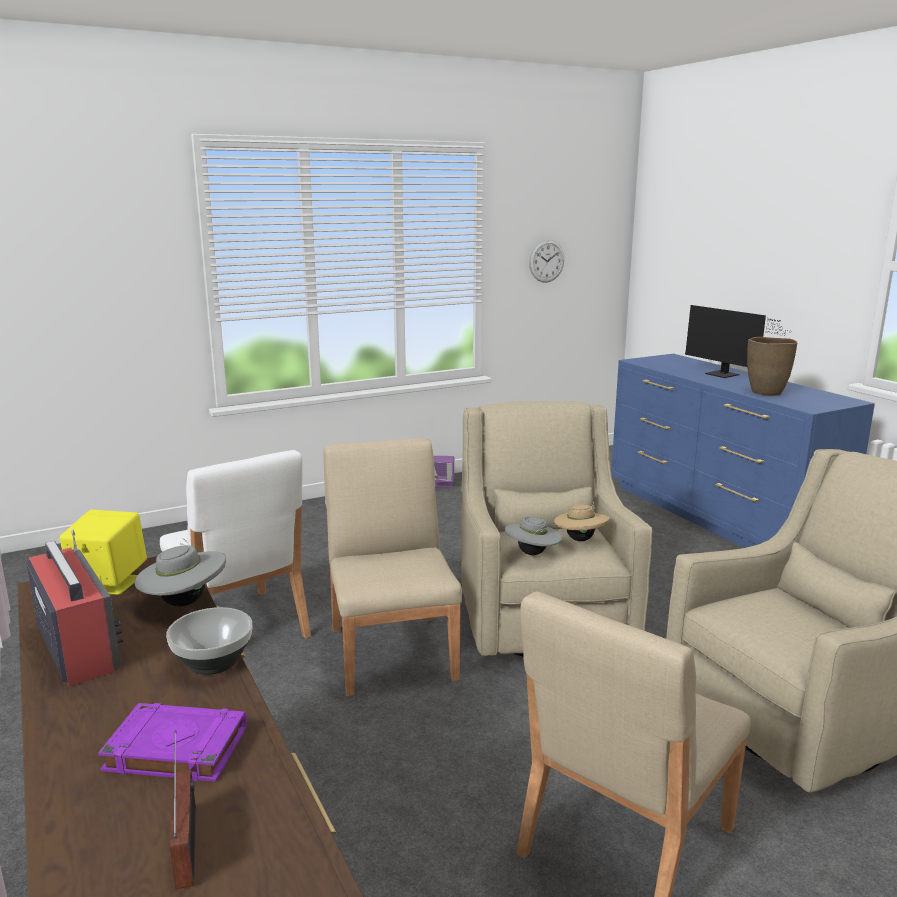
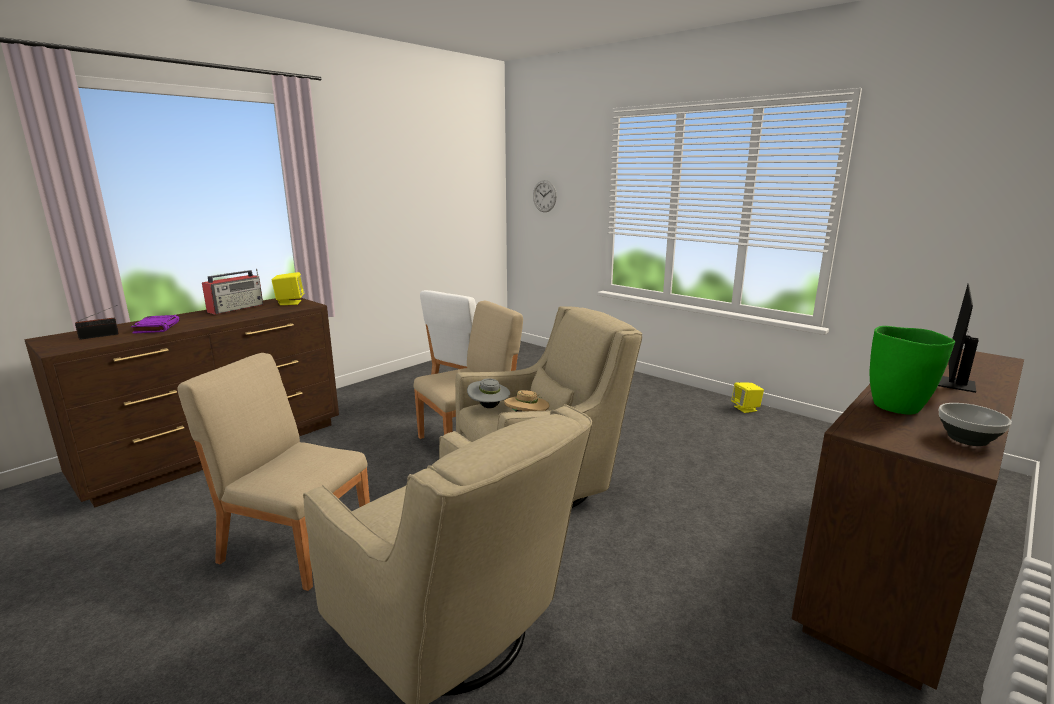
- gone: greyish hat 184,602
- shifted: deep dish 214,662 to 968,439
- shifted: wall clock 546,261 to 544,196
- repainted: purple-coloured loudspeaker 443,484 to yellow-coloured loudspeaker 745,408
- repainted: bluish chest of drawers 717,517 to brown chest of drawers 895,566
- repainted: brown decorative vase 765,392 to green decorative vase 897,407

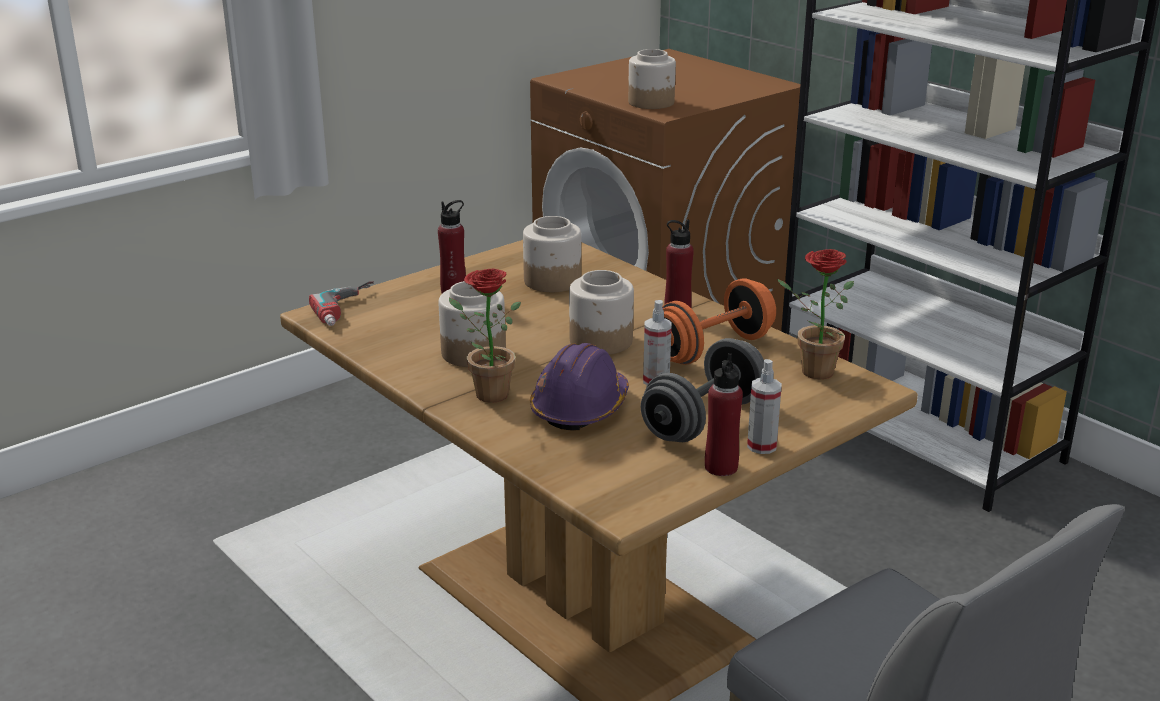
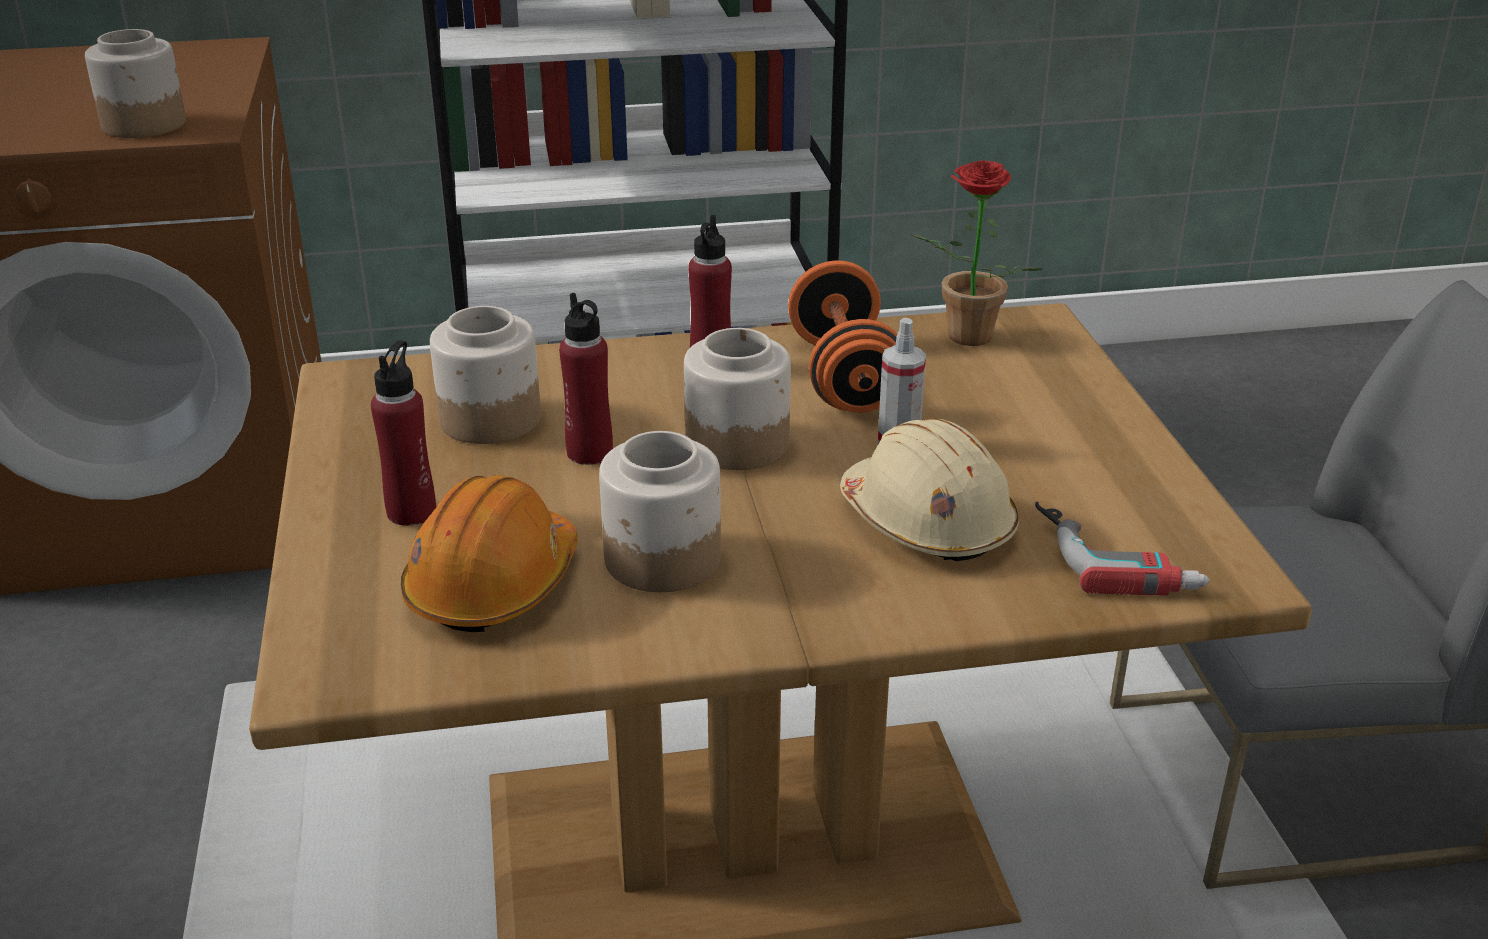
- gone: potted plant 485,393
- gone: greyish free weight 703,419
- gone: hand sprayer 762,446
- new: orangey work helmet 493,584
- shifted: drill 351,309 to 1117,556
- shifted: red drink bottle 721,467 to 590,453
- repainted: purple-coloured work helmet 580,408 to sand-coloured work helmet 927,522

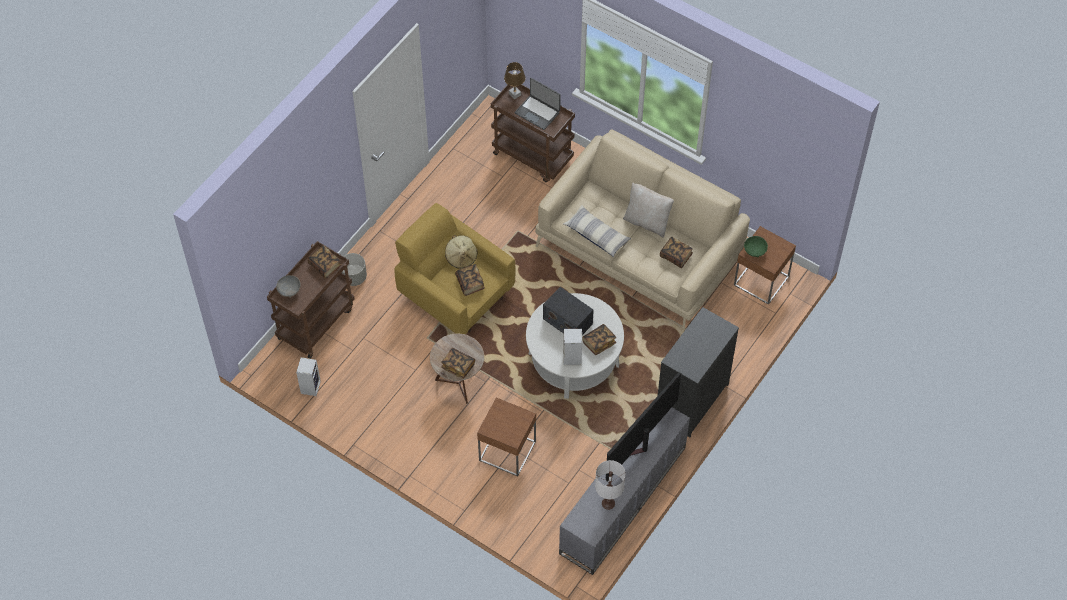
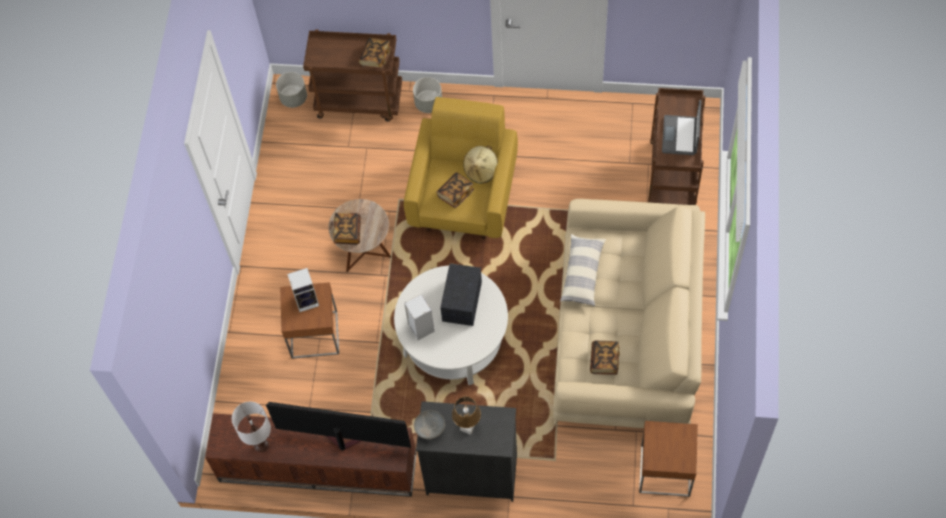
- gone: book 599,343
- gone: sand-coloured cushion 647,222
- gone: green deep dish 754,251
- new: greyish plant pot 293,98
- shifted: greyish deep dish 289,290 to 430,428
- shifted: loudspeaker 310,386 to 307,300
- shifted: brown tabletop lamp 515,94 to 468,427
- repainted: greyish tv unit 623,501 to brown tv unit 316,468

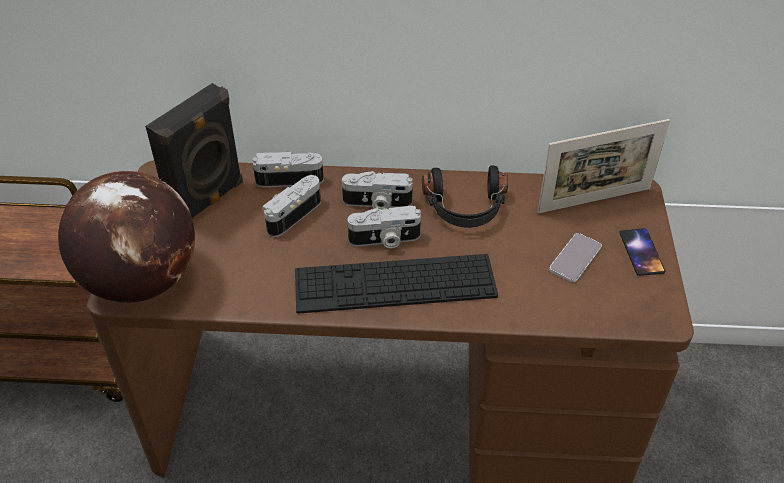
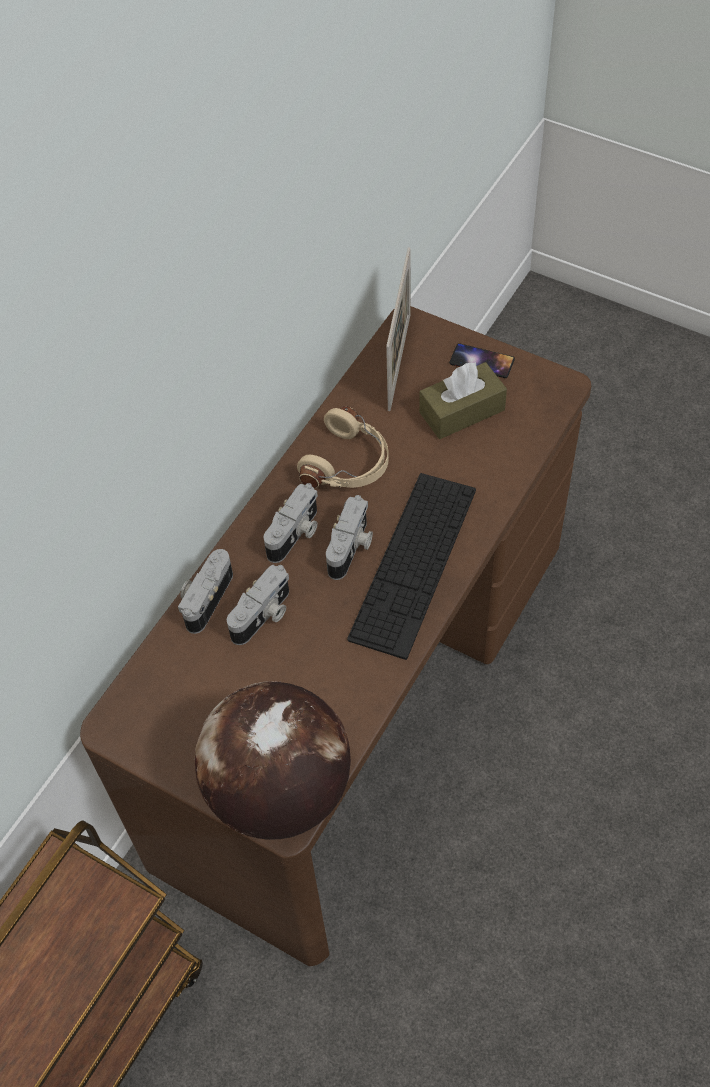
- gone: black-coloured loudspeaker 208,201
- swapped: phone 575,258 to brown box of tissues 462,411
- repainted: black-coloured headphones 465,209 to sand-coloured headphones 348,464
- rotated: still camera 291,214 = 263,616 120 degrees counterclockwise

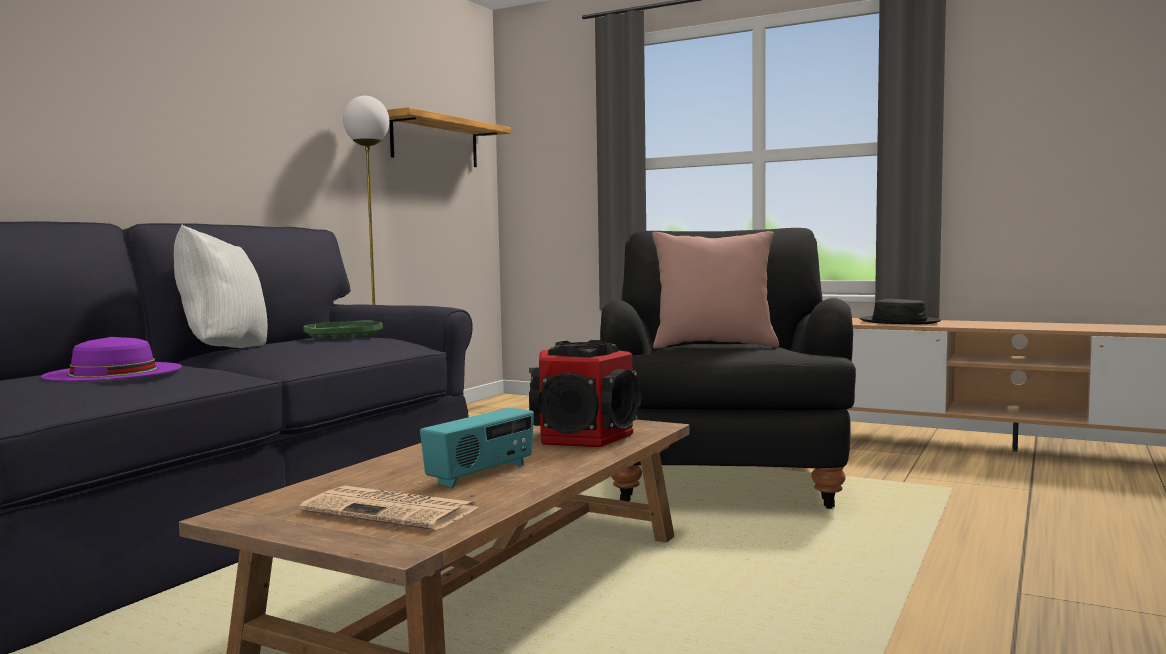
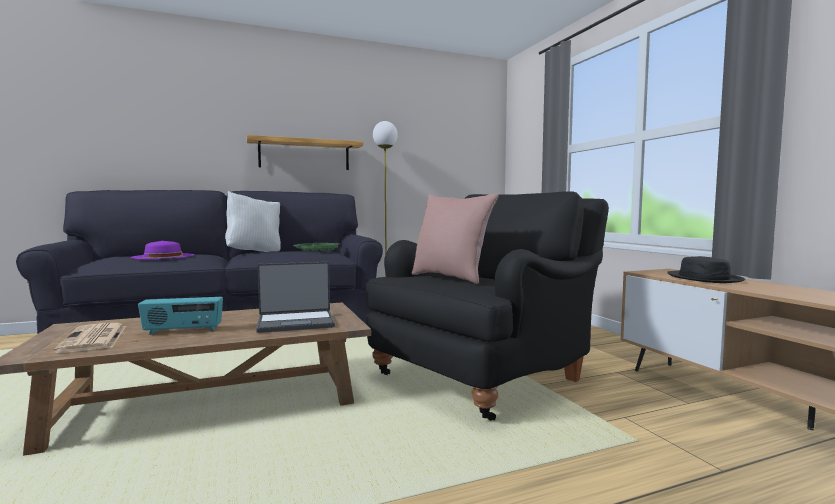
- shifted: bracket shelf 435,141 to 304,155
- swapped: loudspeaker 582,436 to portable computer 296,323

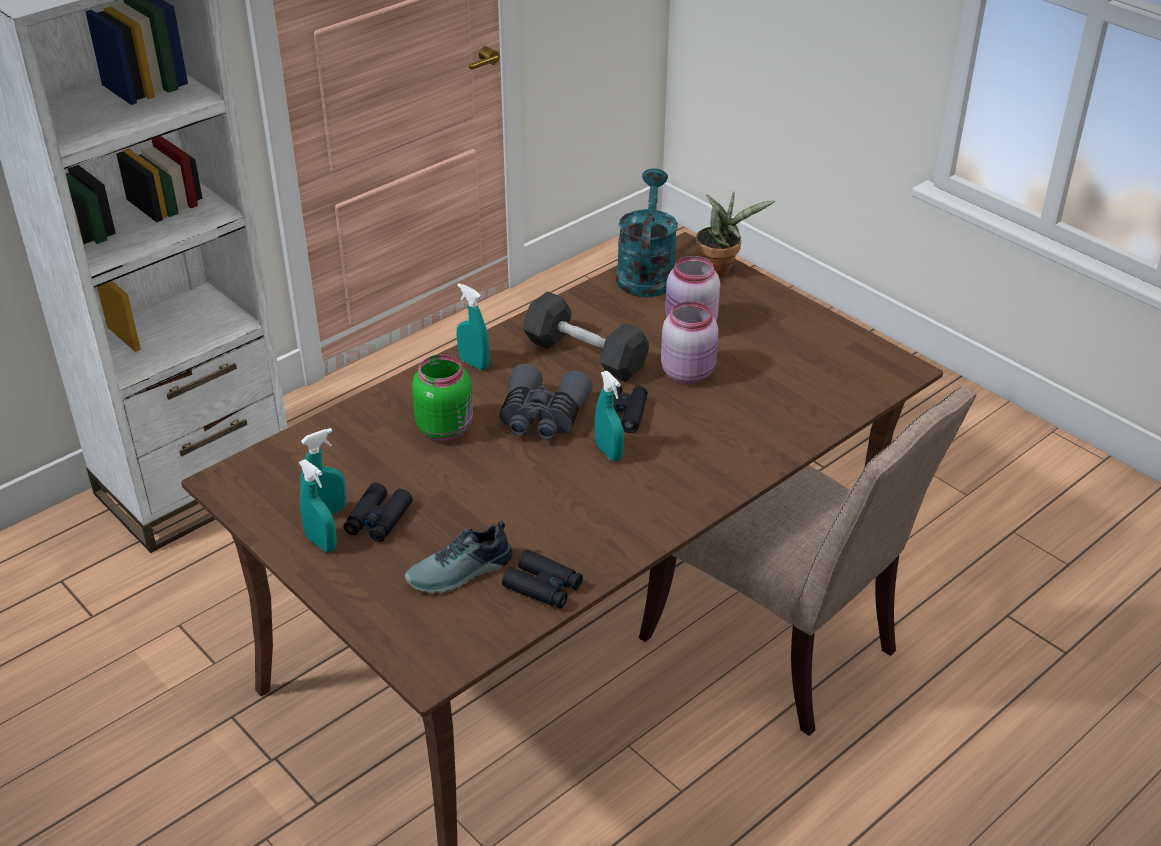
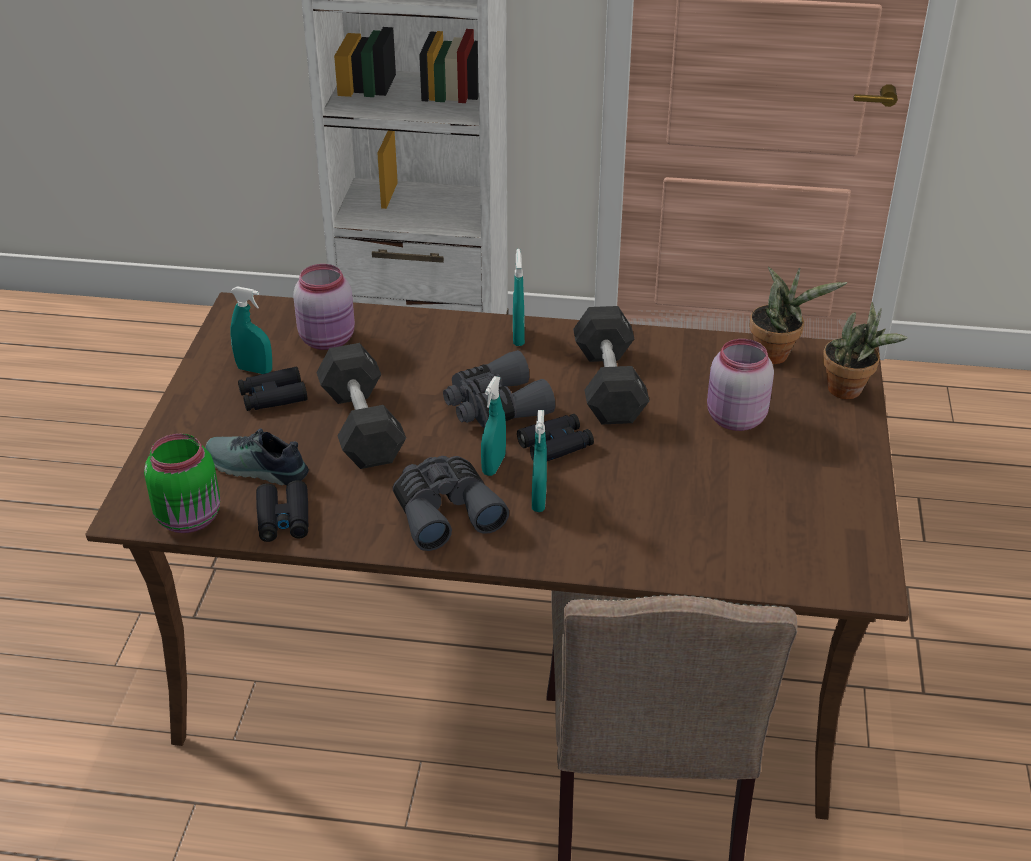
- new: black-coloured free weight 361,425
- new: greyish binoculars 445,511
- shifted: blue-green hand sprayer 321,543 to 539,500
- shifted: green preserve jar 446,428 to 191,518
- shifted: pink-coloured preserve jar 689,372 to 329,340
- swapped: blue-green watering pot 646,272 to potted plant 777,354

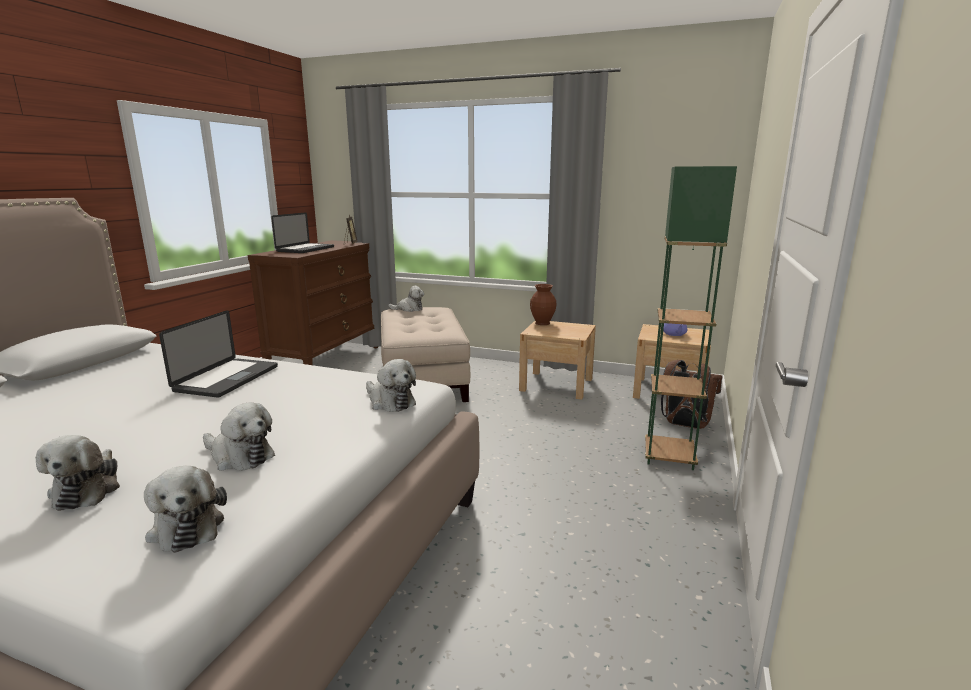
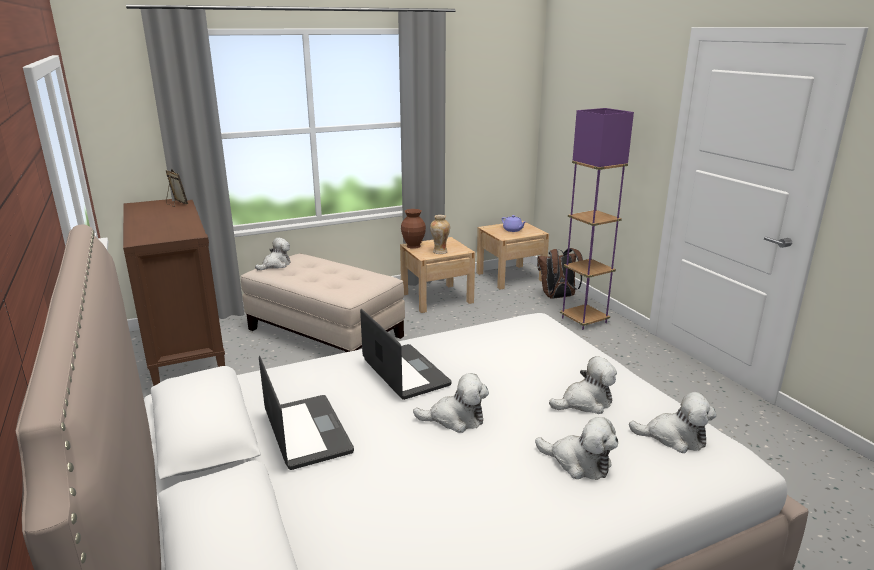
- new: decorative vase 440,252
- shifted: portable computer 305,249 to 307,432
- shifted: plush toy 390,402 to 455,419
- repainted: green floor lamp 669,456 to purple-coloured floor lamp 584,320

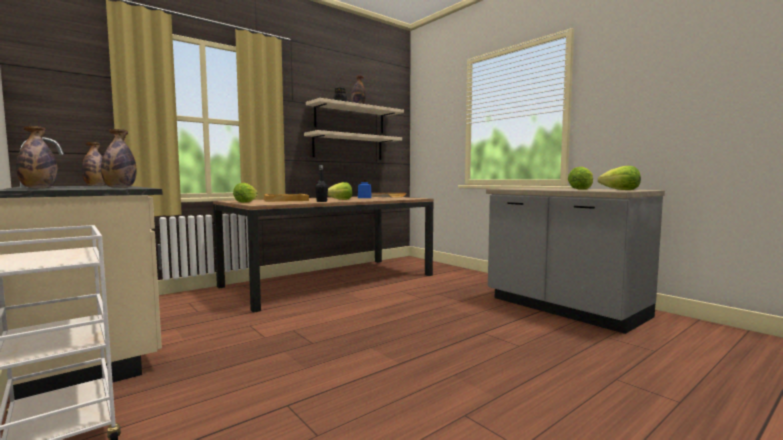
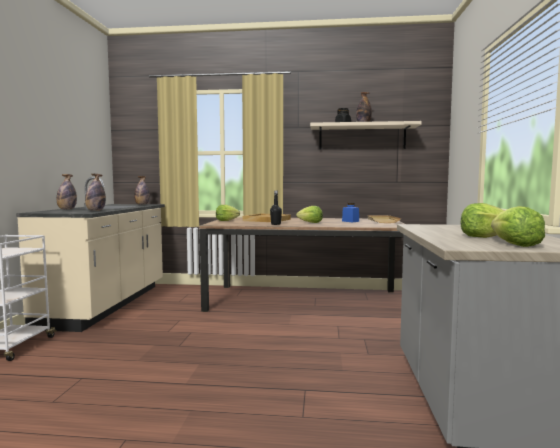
- gone: sand-coloured bracket shelf 348,147

